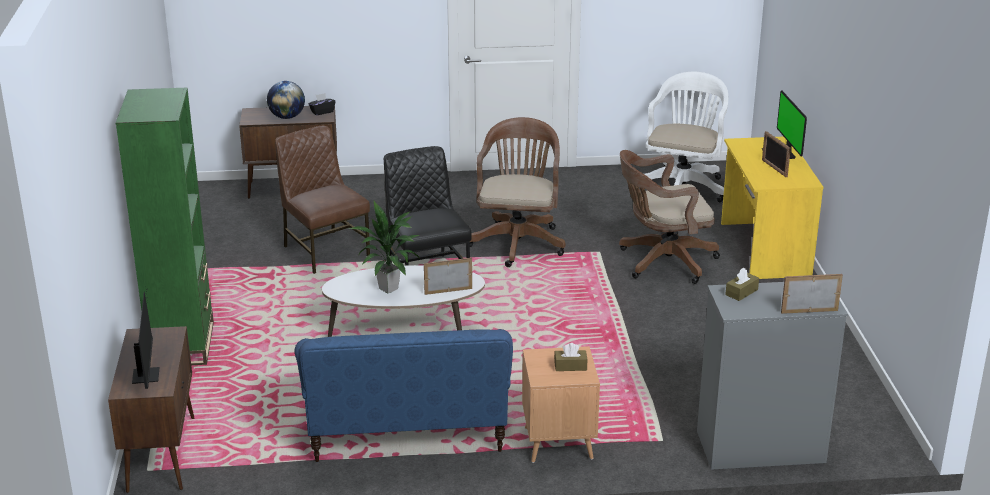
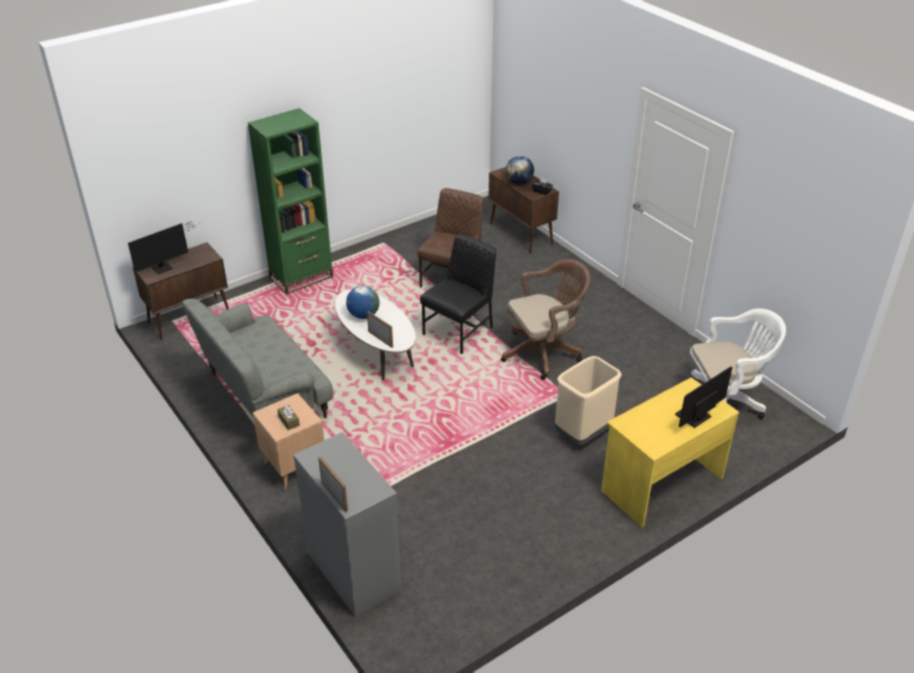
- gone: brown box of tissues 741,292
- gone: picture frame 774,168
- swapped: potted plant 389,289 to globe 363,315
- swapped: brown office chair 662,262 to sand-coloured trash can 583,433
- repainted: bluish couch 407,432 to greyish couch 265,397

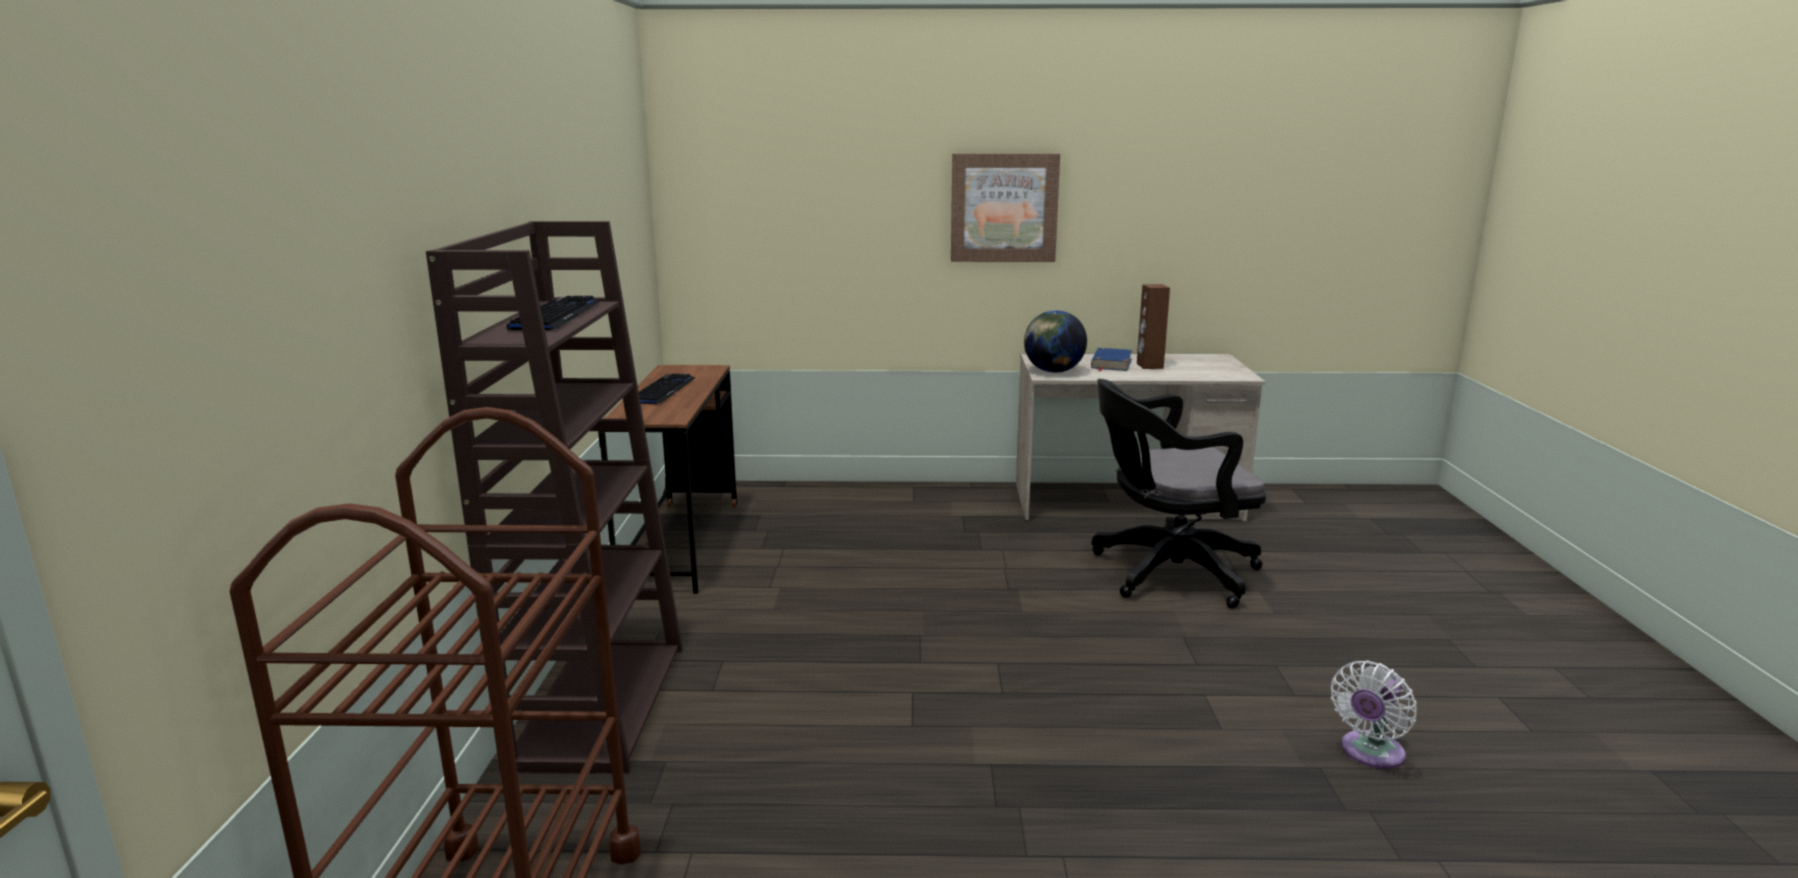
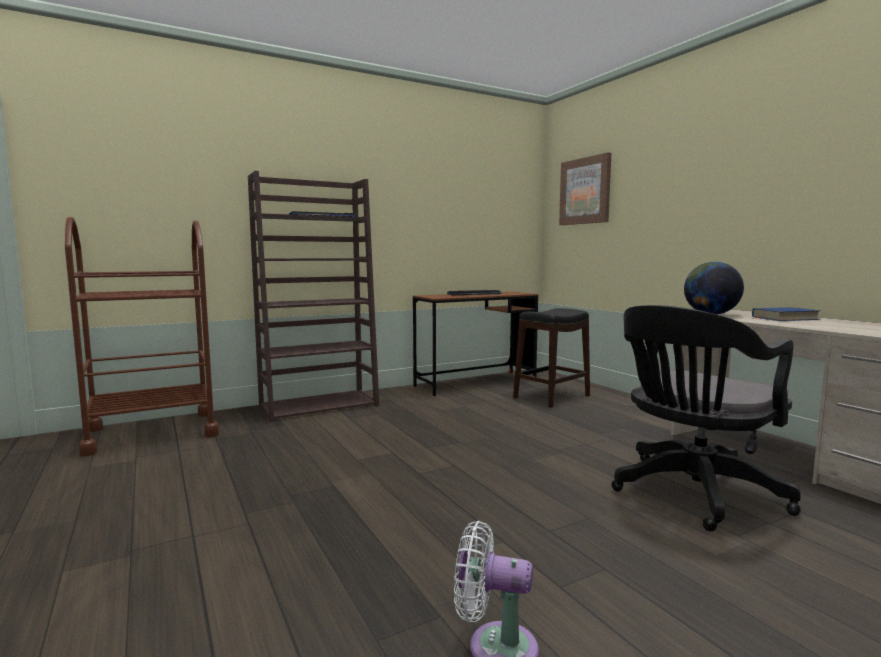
- gone: brown loudspeaker 1149,366
- new: black-coloured stool seat 552,396
- shifted: wall picture 1004,208 to 585,191
- rotated: black-coloured office chair 1166,573 = 692,494 90 degrees counterclockwise

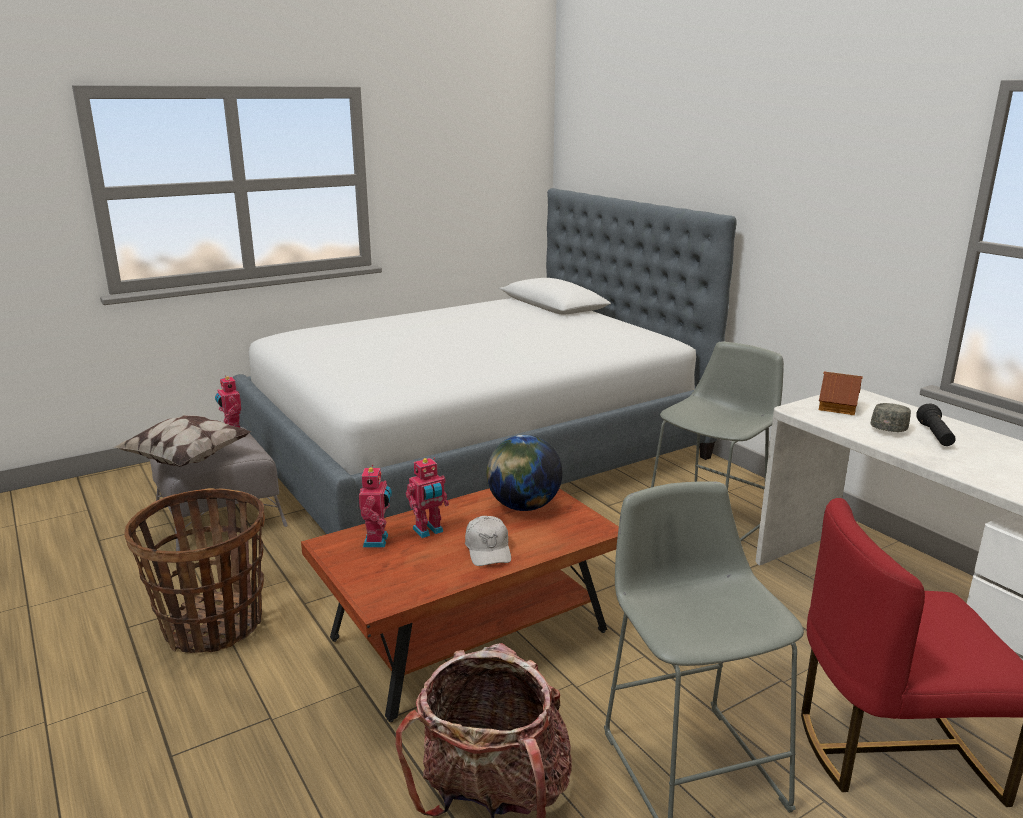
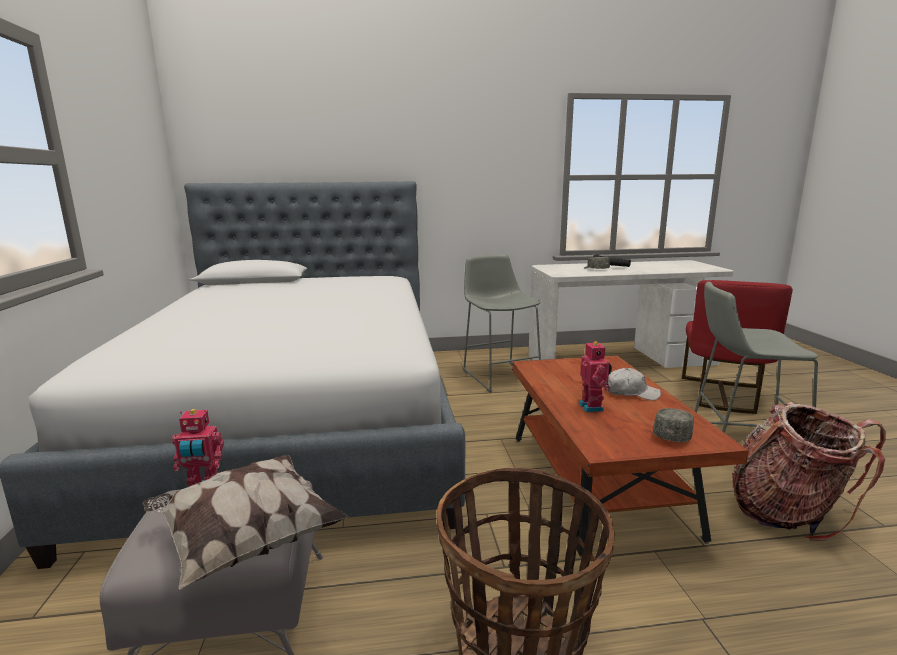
- gone: robot figure 378,541
- gone: globe 523,506
- gone: miniature house 837,406
- new: greyish cap 673,434

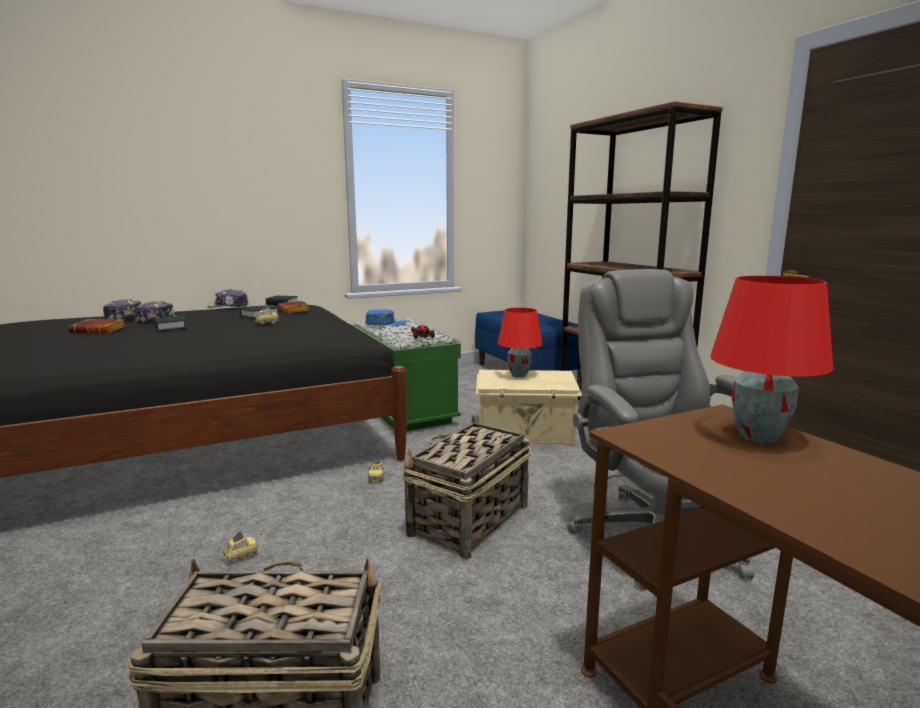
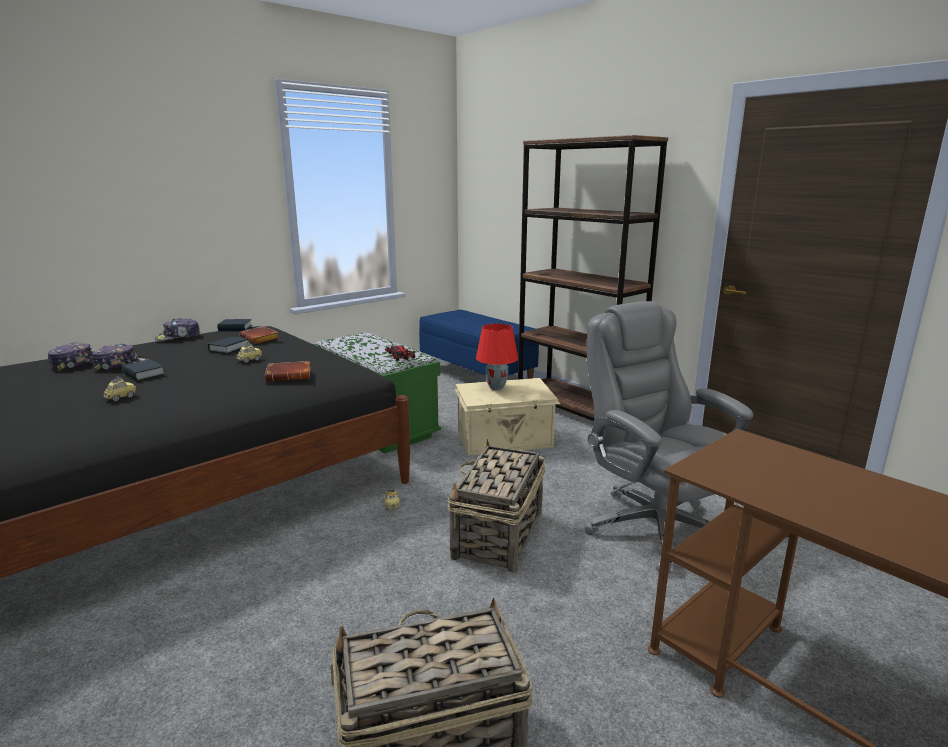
- gone: bluish cap 386,323
- gone: red tabletop lamp 759,437
- shifted: brown book 100,331 to 290,375
- shifted: model car 241,556 to 121,397

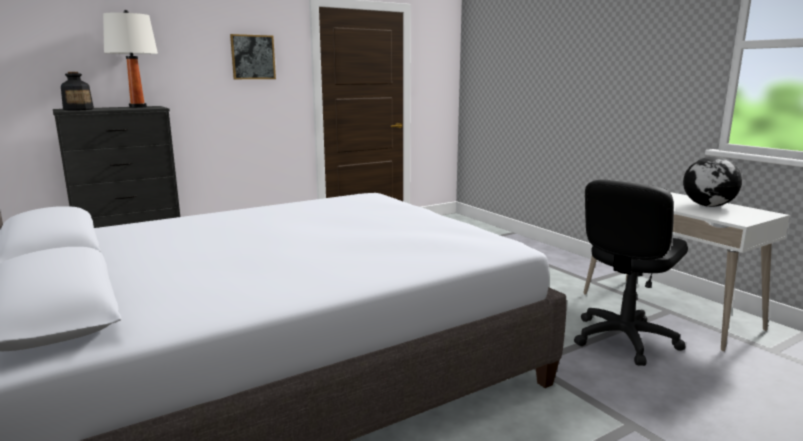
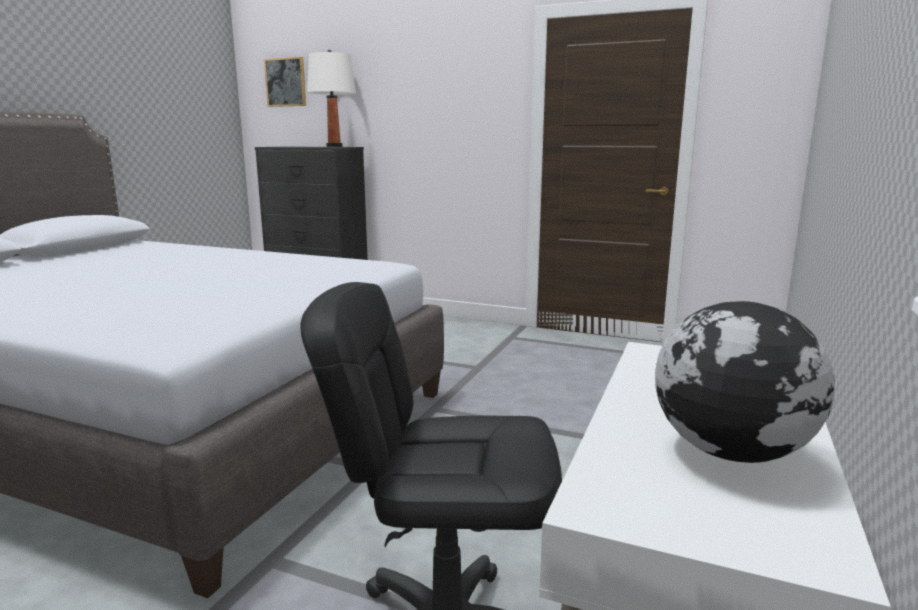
- gone: drink bottle 79,109
- shifted: wall picture 253,57 to 286,82

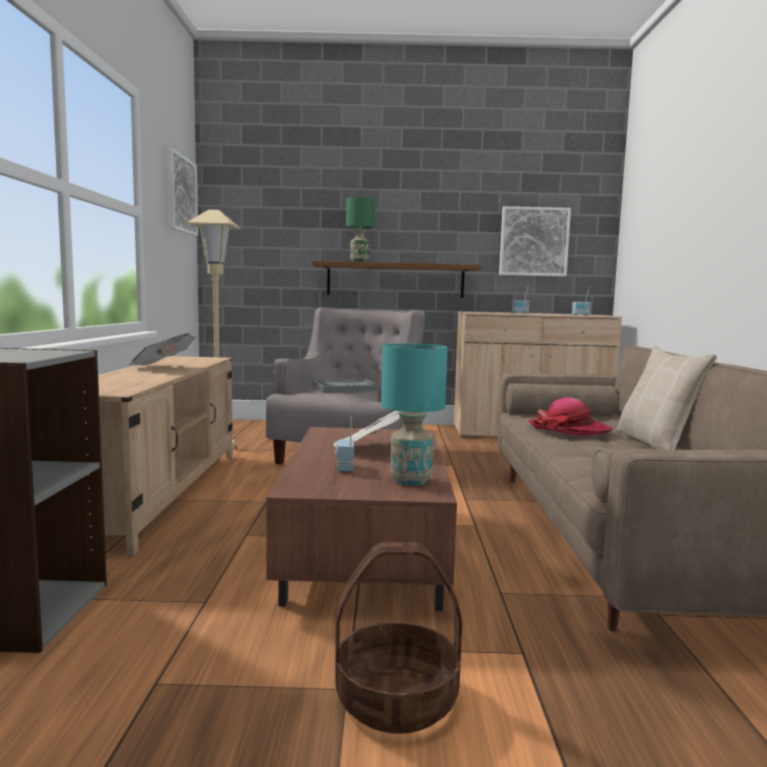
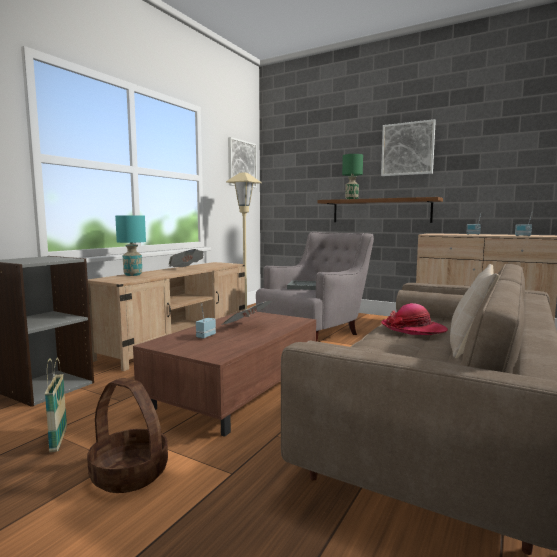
- new: storage basket 58,439
- shifted: blue-green tabletop lamp 411,480 to 133,275
- shifted: wall picture 534,242 to 407,149

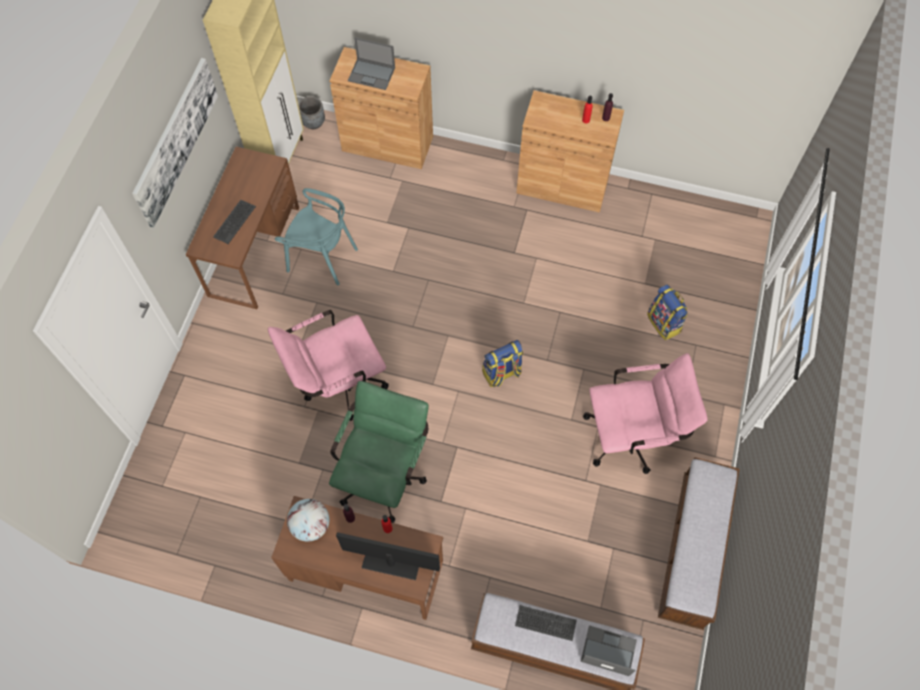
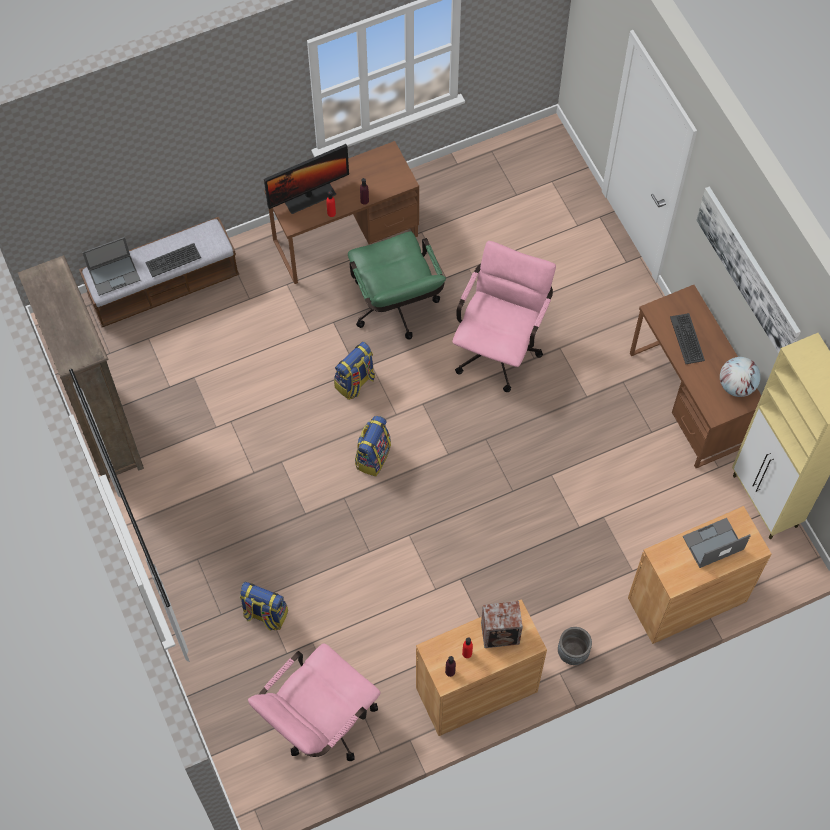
- gone: blue-green upright chair 322,258
- new: rucksack 355,383
- new: loudspeaker 501,634
- shifted: globe 311,525 to 736,385
- shifted: greyish plant pot 313,122 to 573,652
- shifted: pink-coloured office chair 632,435 to 320,724
- swapped: indoor bench 691,550 to brown bookcase 105,430

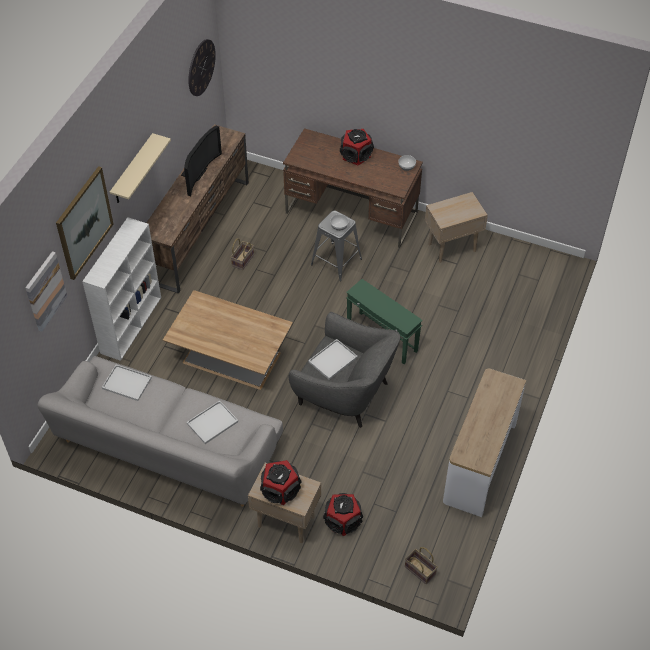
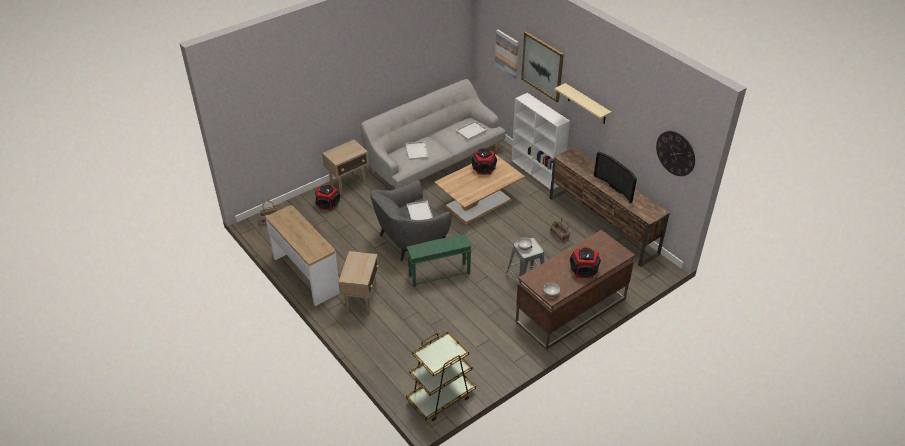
- new: brown cart 441,397
- shifted: loudspeaker 280,489 to 483,169
- shifted: sand-coloured end table 451,247 to 361,300

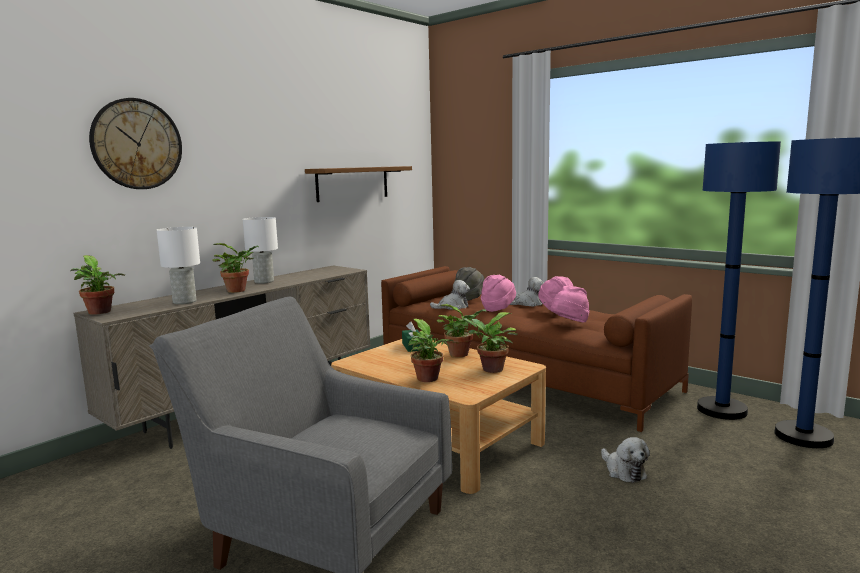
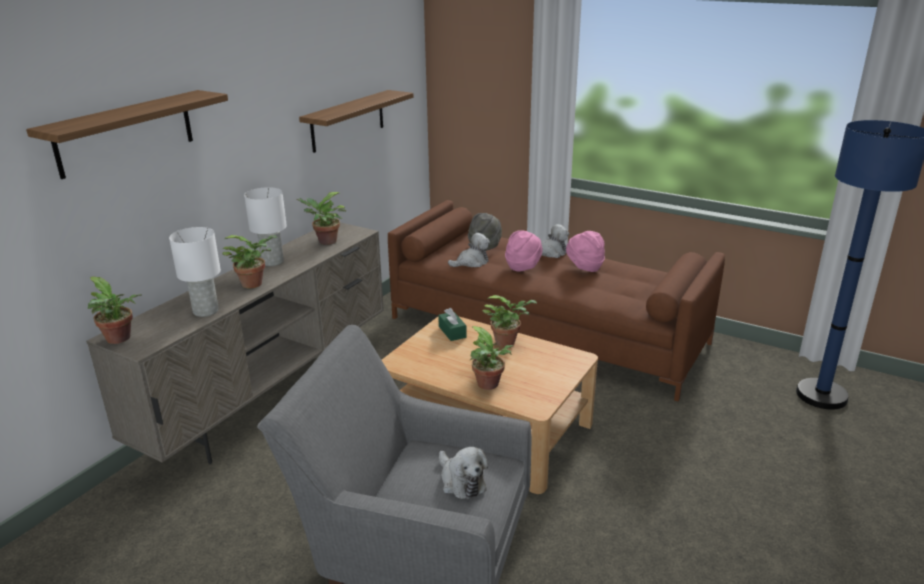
- gone: pink-coloured hat 569,324
- gone: bluish floor lamp 722,410
- shifted: potted plant 490,369 to 325,242
- shifted: plush toy 623,471 to 461,481
- swapped: wall clock 137,144 to bracket shelf 126,133

